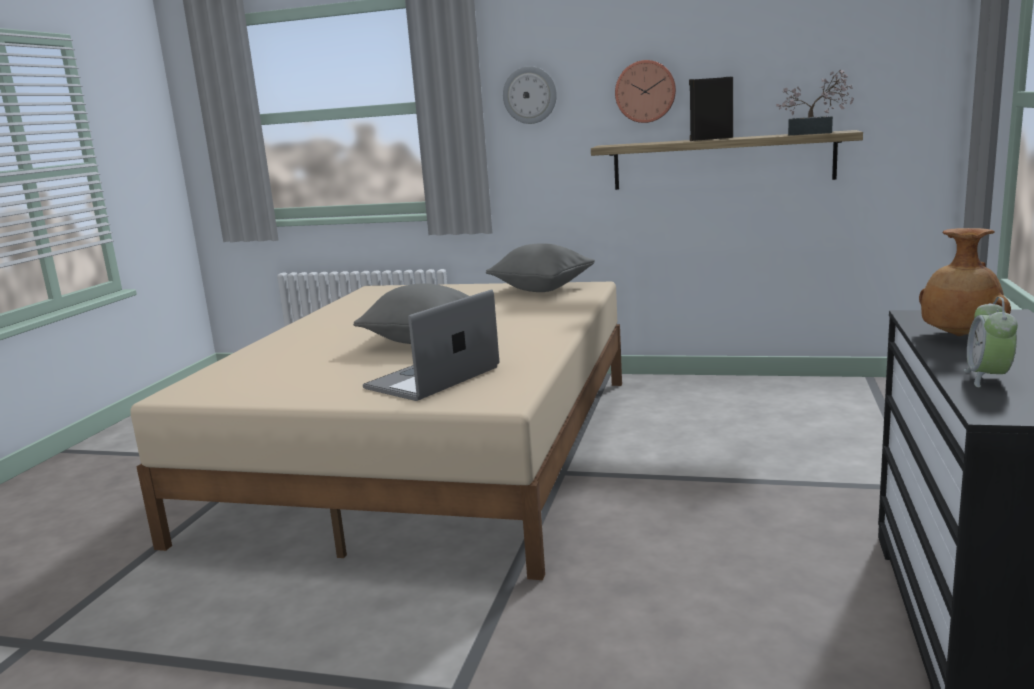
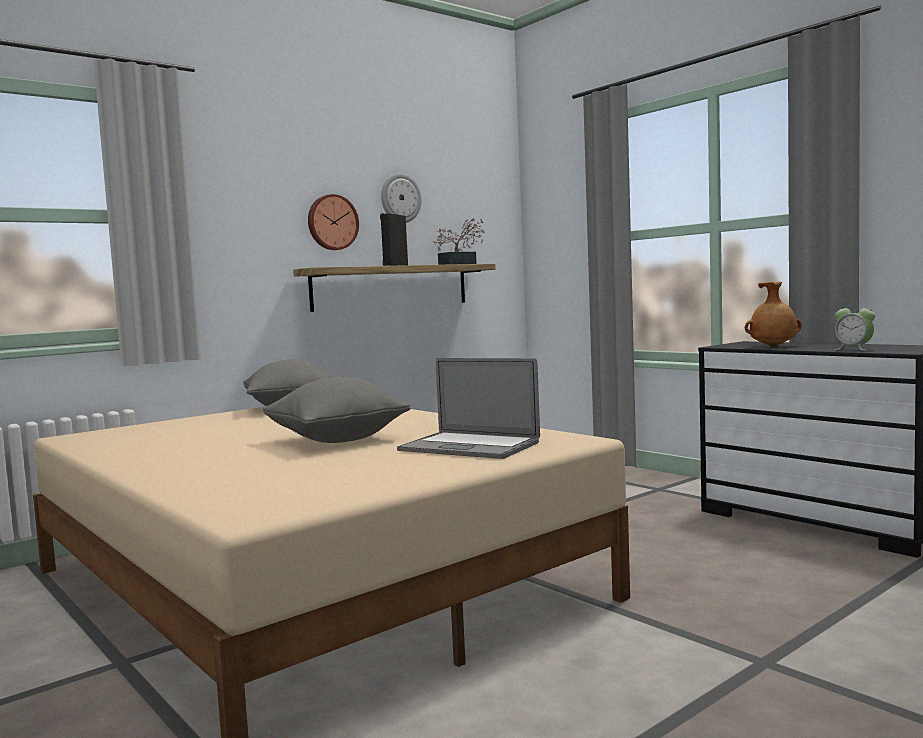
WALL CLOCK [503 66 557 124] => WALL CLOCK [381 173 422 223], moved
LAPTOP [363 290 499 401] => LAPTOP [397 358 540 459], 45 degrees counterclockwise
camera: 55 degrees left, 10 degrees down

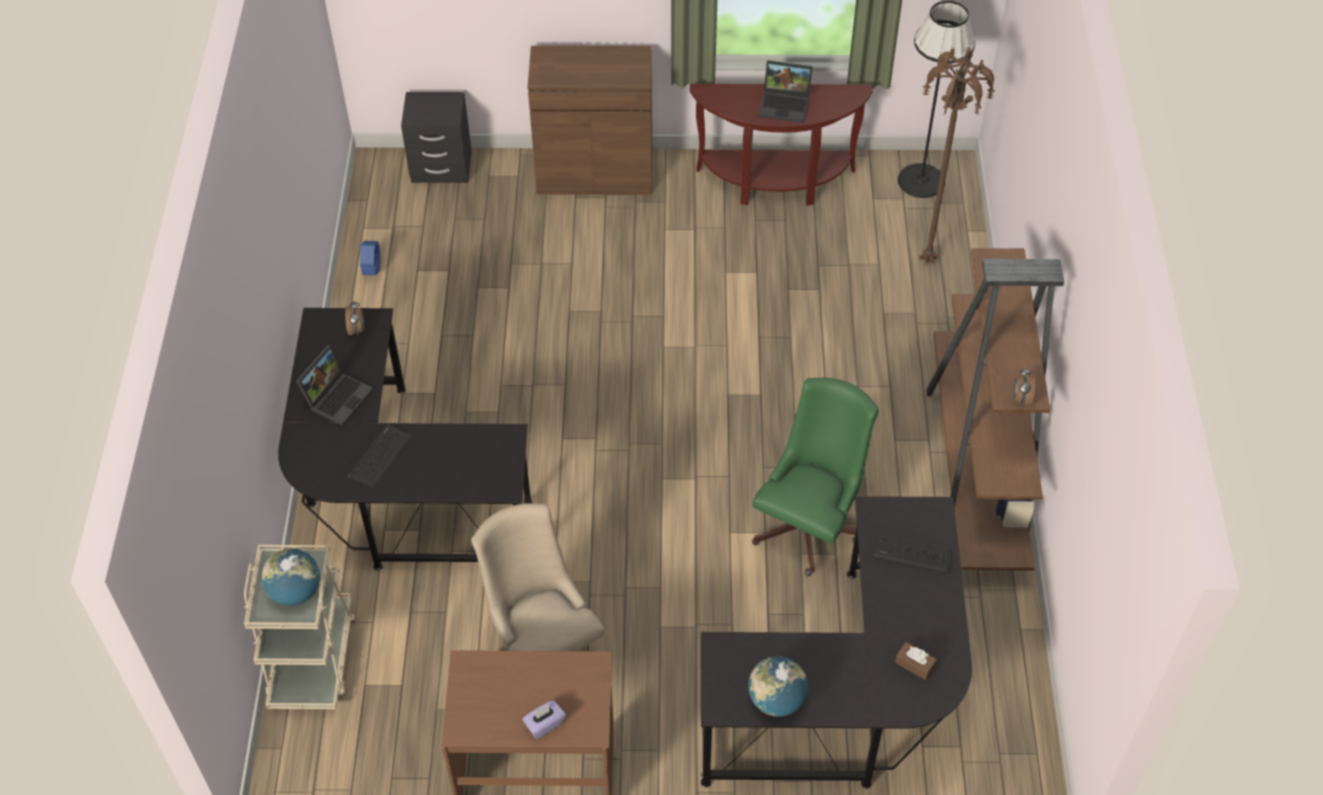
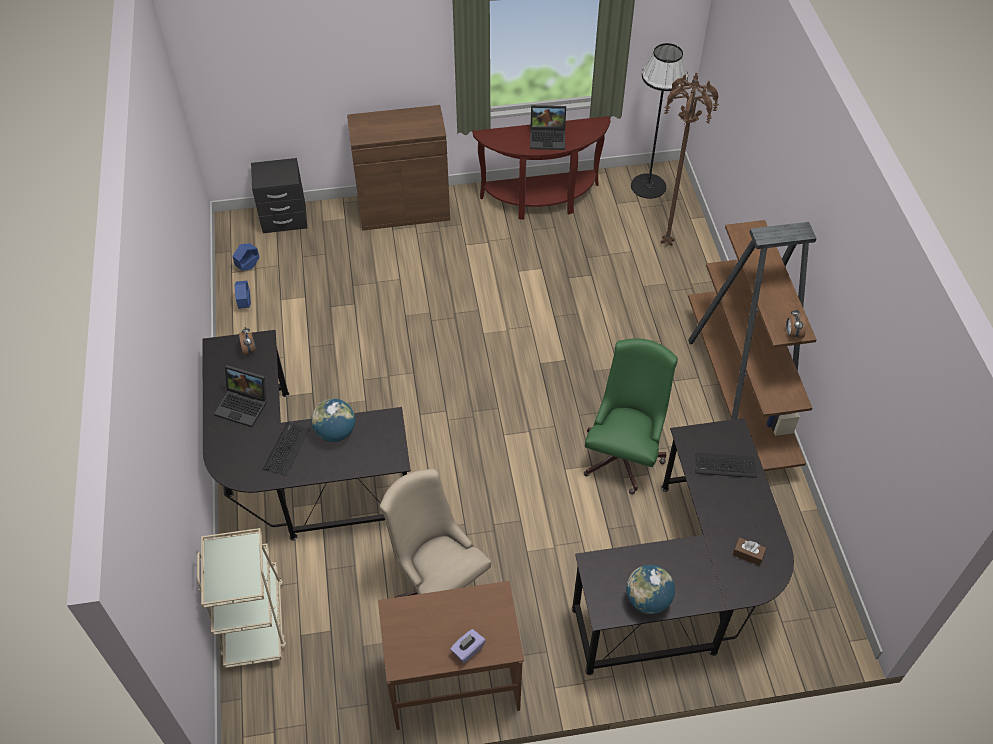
LAPTOP [296 345 374 426] => LAPTOP [214 365 267 427], 90 degrees clockwise
GLOBE [262 548 320 606] => GLOBE [311 399 355 442], moved
nothing => BLUE PLANTER [232 243 260 271]
camera: 10 degrees left, 0 degrees up

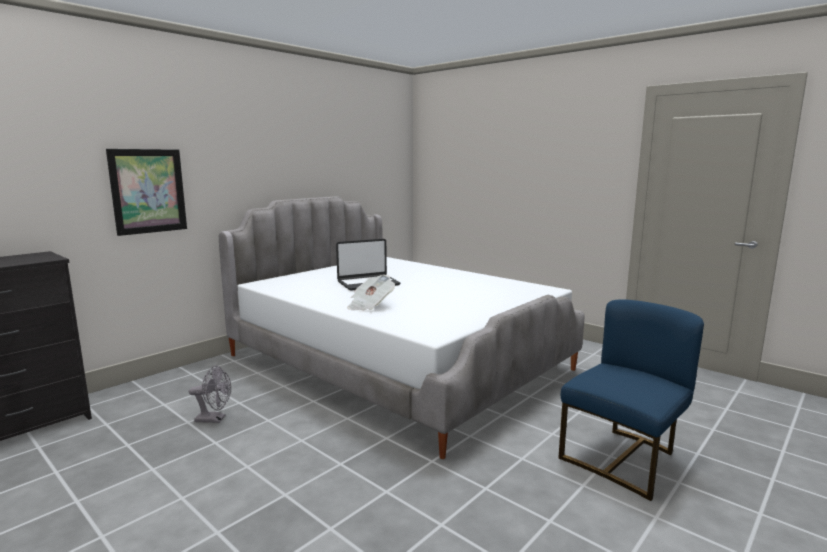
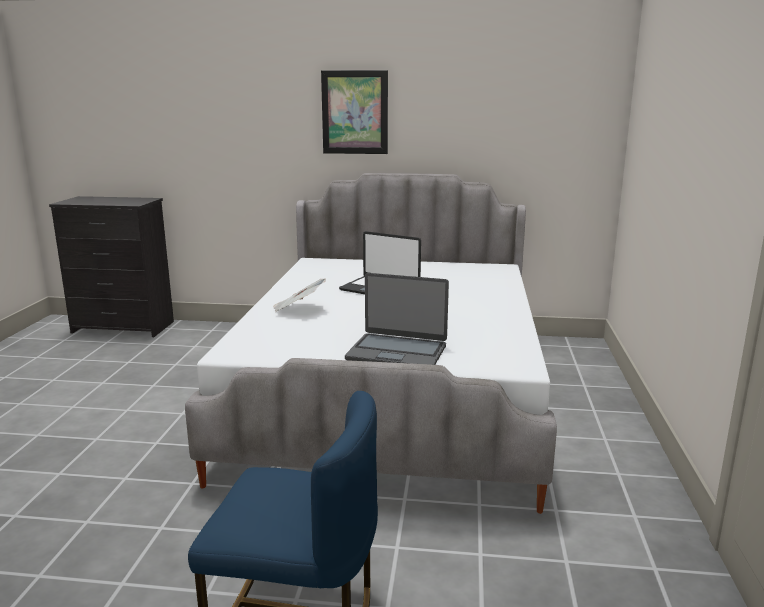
PICTURE [106 149 187 236] => PICTURE [321 70 388 154], moved
GREY FAN [189 366 231 423] => nothing
nothing => LAPTOP [345 273 449 365]
camera: 55 degrees right, 5 degrees up

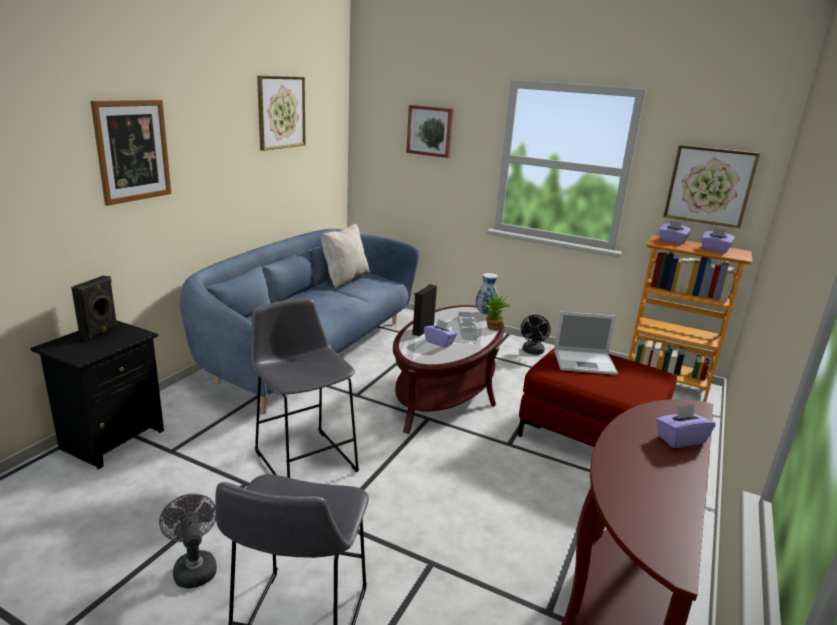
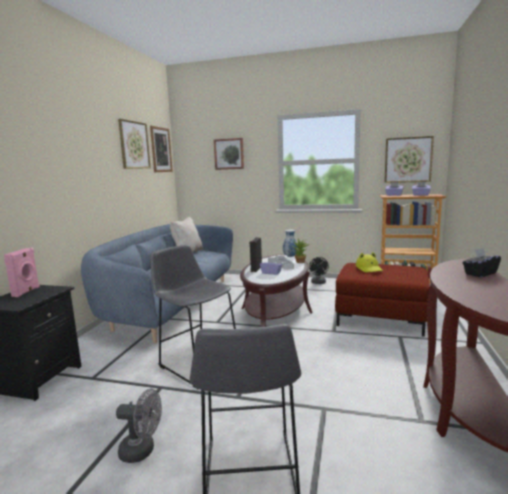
PICTURE [91 100 171 206] => PICTURE [150 126 173 172], moved
BLACK SPEAKER [71 276 118 341] => PINK SPEAKER [4 247 40 297]
LAPTOP [554 311 618 375] => YELLOW HAT [356 252 383 272]
PURPLE TISSUE BOX [656 404 715 448] => BLACK TISSUE BOX [463 248 501 277]
GREY FAN [159 493 217 588] => GREY FAN [116 389 162 463], 135 degrees clockwise
camera: 10 degrees left, 10 degrees down

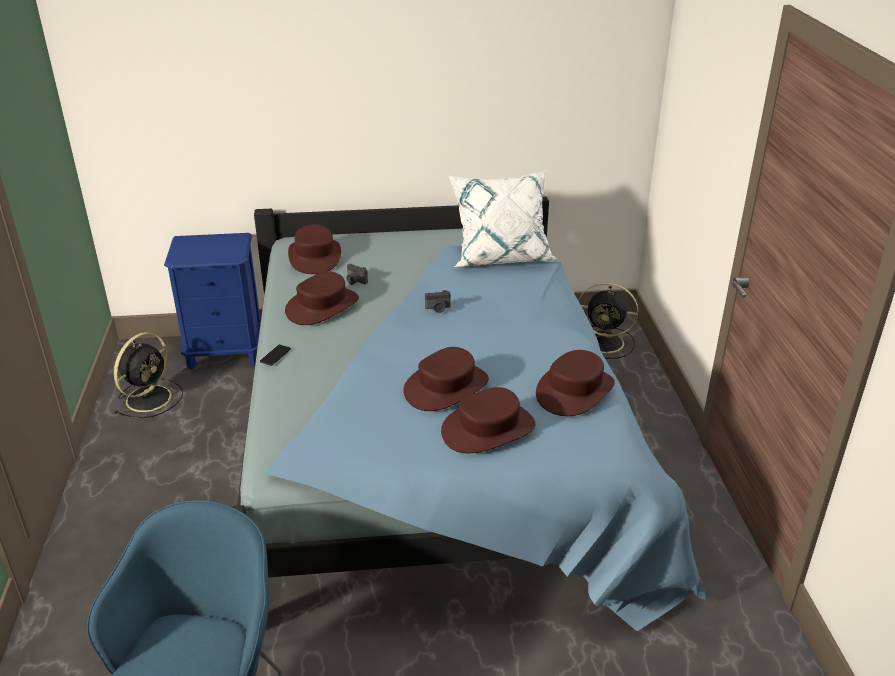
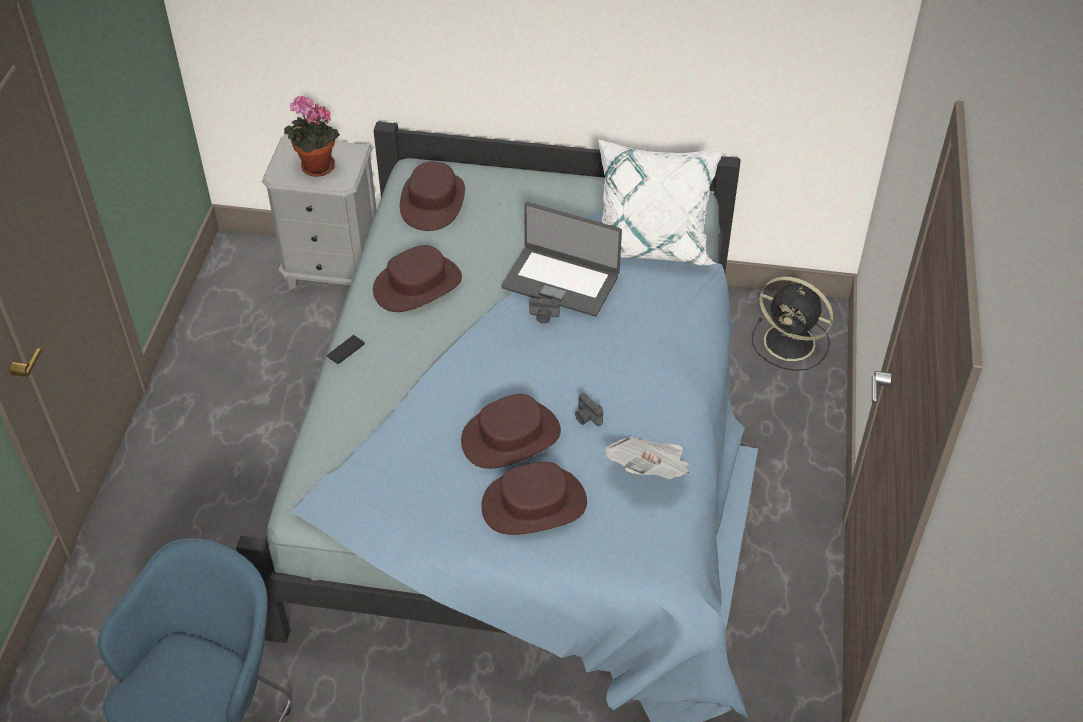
BLUE NIGHTSTAND [164 233 261 370] => GREY NIGHTSTAND [262 136 377 290]
PHOTO CAMERA [346 264 368 285] => PHOTO CAMERA [575 393 603 426], moved
BLACK FAN [114 332 183 418] => nothing
BROWN HAT [536 350 615 416] => NEWSPAPER [605 436 689 479]
nothing => POTTED PLANT [284 96 340 177]
nothing => LAPTOP [501 202 622 317]
camera: 15 degrees right, 15 degrees up

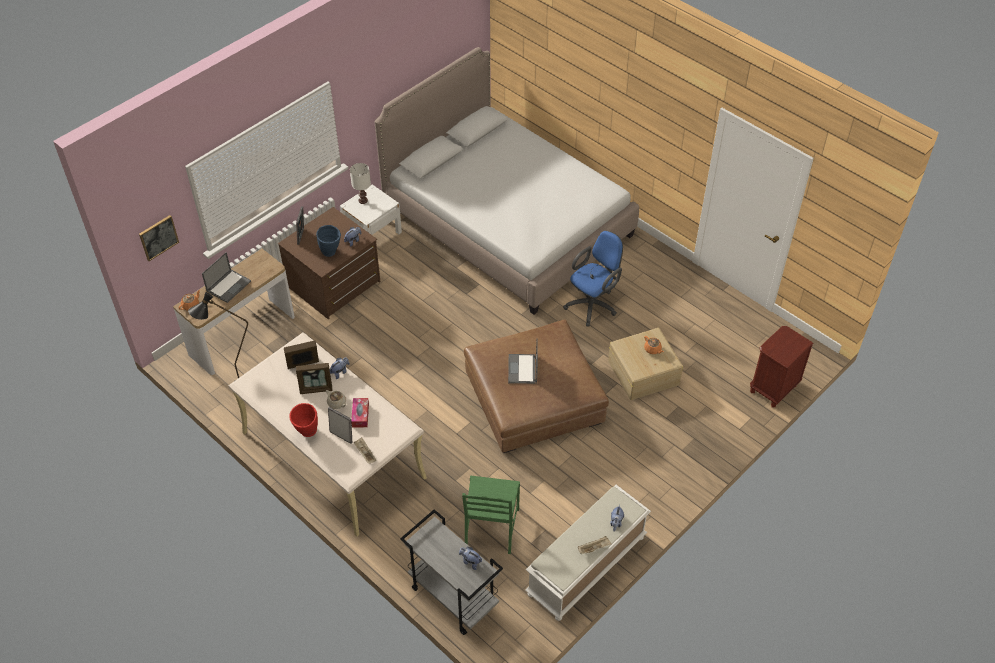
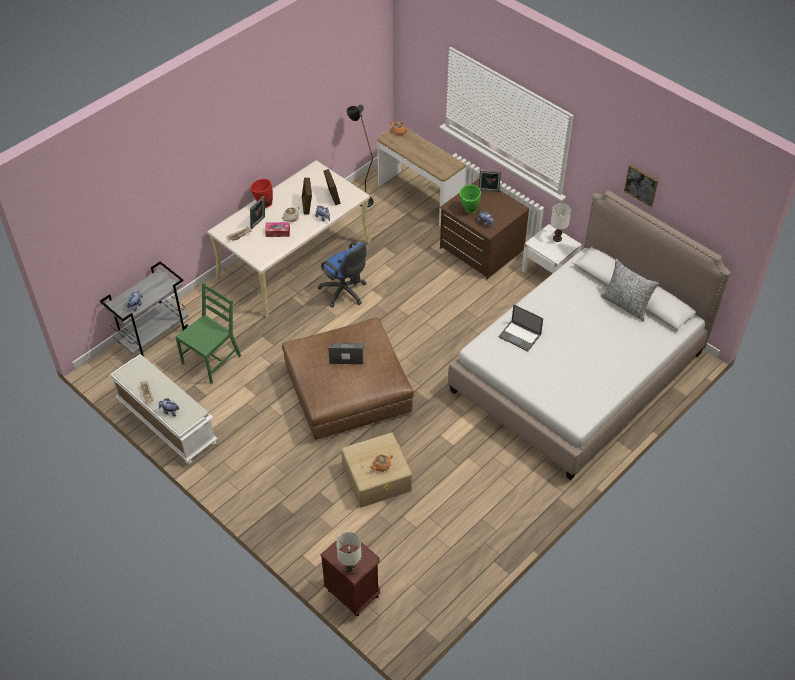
PICTURE [139 215 179 261] => PICTURE [624 165 658 207], moved
BLUE VASE [316 225 341 257] => GREEN VASE [460 184 481 213]
BLUE OFFICE CHAIR [563 231 623 327] => BLUE OFFICE CHAIR [318 242 367 308], moved
LAPTOP [202 252 251 303] => LAPTOP [499 305 543 352], moved
GREEN CHAIR [462 476 520 554] => GREEN CHAIR [176 282 241 384], 120 degrees clockwise
nothing => PILLOW [601 259 659 321]
nothing => WHITE TABLE LAMP [336 532 362 574]
camera: 90 degrees right, 0 degrees up

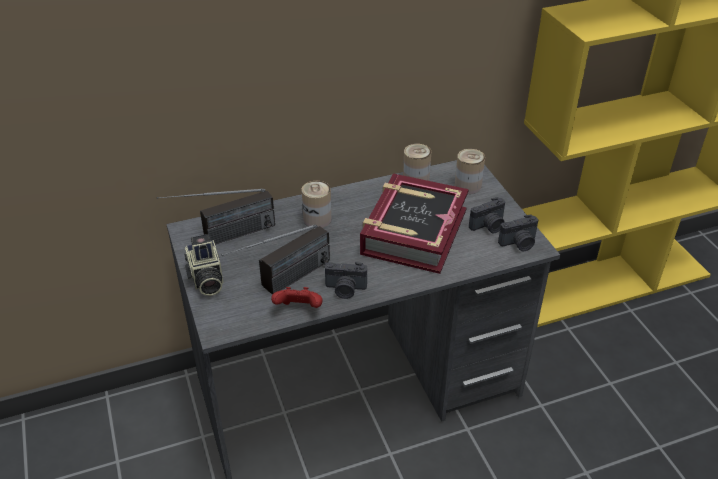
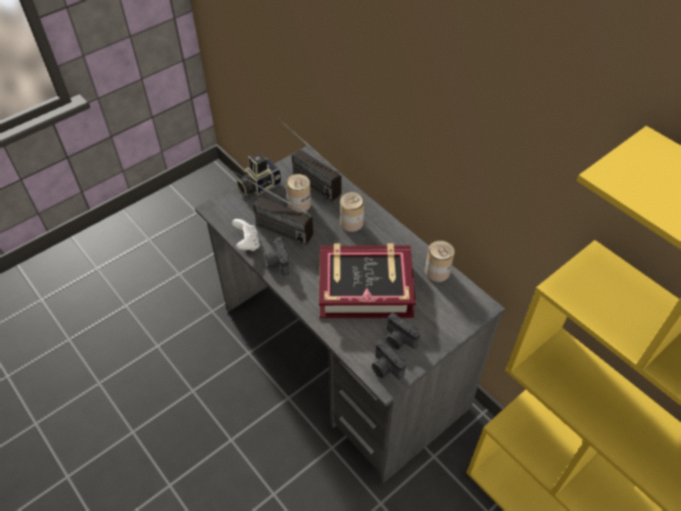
CAN [455 149 485 194] => CAN [286 174 311 213], moved
RED GAME CONTROLLER [271 287 322 308] => WHITE GAME CONTROLLER [232 219 260 251]
camera: 70 degrees right, 10 degrees up

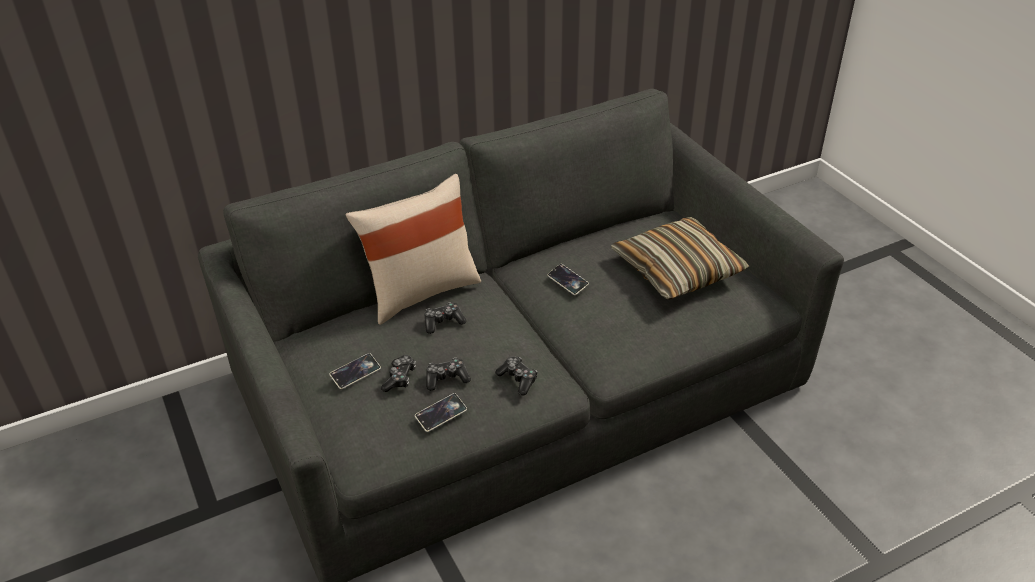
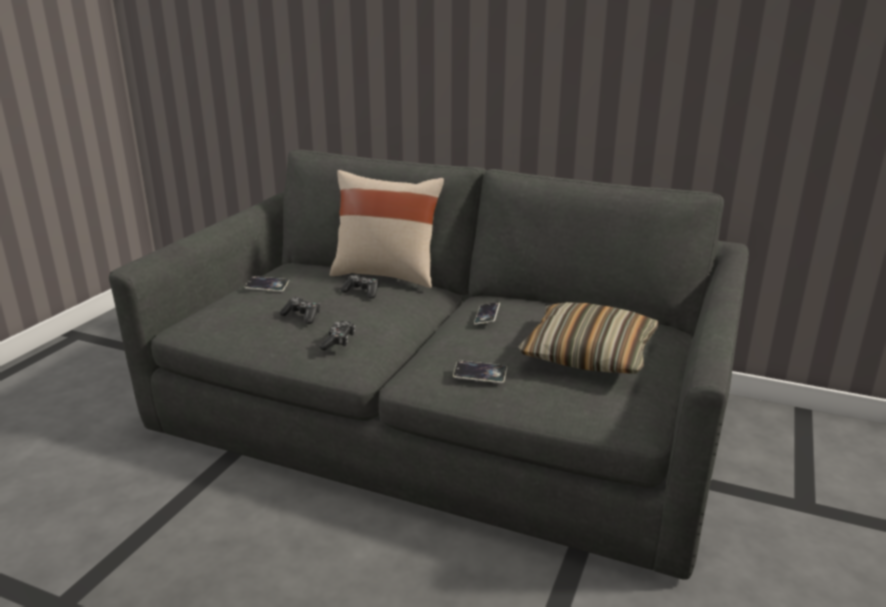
GAME CONTROLLER [381 355 416 392] => nothing
PHONE [415 393 467 432] => PHONE [453 360 507 383], moved
camera: 50 degrees right, 15 degrees down

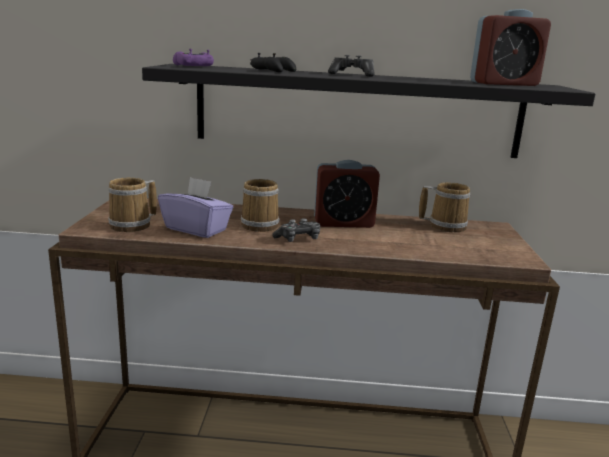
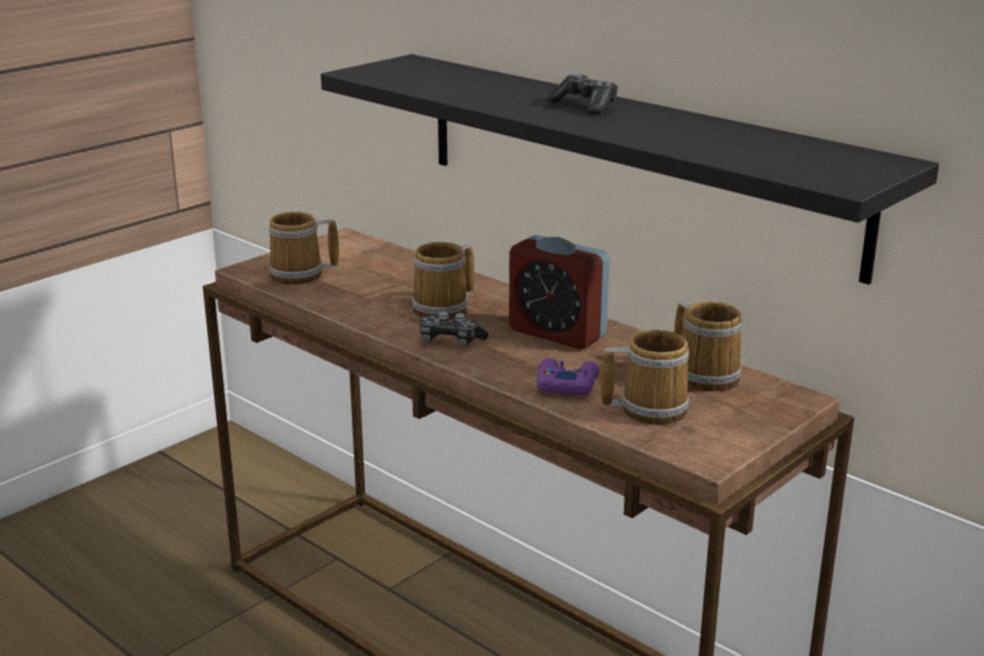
ALARM CLOCK [470 9 551 86] => nothing
PURPLE GAME CONTROLLER [173 49 214 66] => PURPLE GAME CONTROLLER [537 358 599 395], moved
BLACK GAME CONTROLLER [250 53 296 72] => nothing
PURPLE TISSUE BOX [158 177 233 238] => nothing
nothing => MUG [601 330 690 425]
camera: 40 degrees right, 5 degrees up

